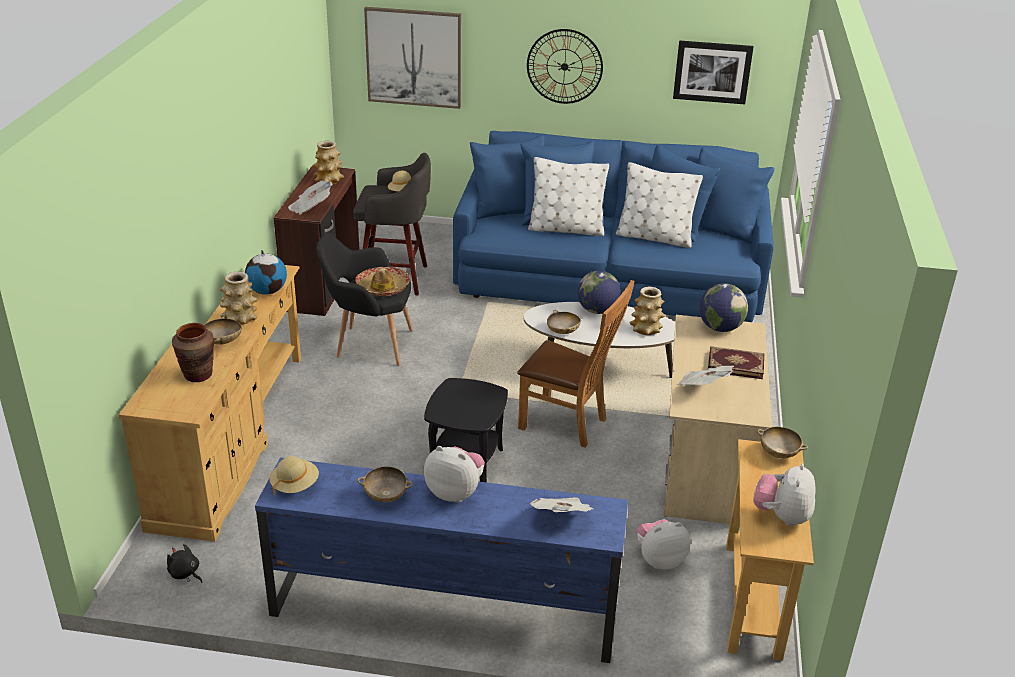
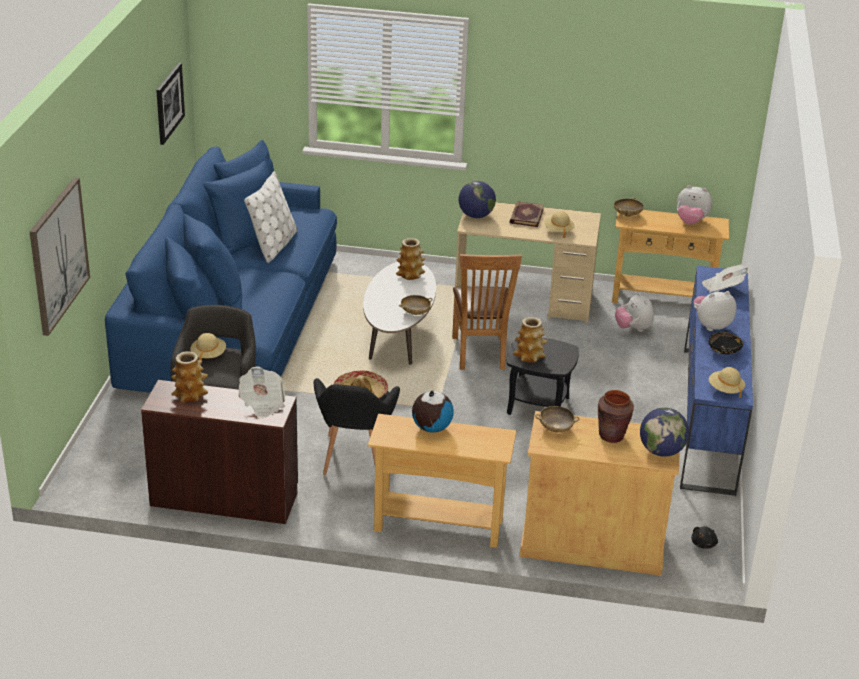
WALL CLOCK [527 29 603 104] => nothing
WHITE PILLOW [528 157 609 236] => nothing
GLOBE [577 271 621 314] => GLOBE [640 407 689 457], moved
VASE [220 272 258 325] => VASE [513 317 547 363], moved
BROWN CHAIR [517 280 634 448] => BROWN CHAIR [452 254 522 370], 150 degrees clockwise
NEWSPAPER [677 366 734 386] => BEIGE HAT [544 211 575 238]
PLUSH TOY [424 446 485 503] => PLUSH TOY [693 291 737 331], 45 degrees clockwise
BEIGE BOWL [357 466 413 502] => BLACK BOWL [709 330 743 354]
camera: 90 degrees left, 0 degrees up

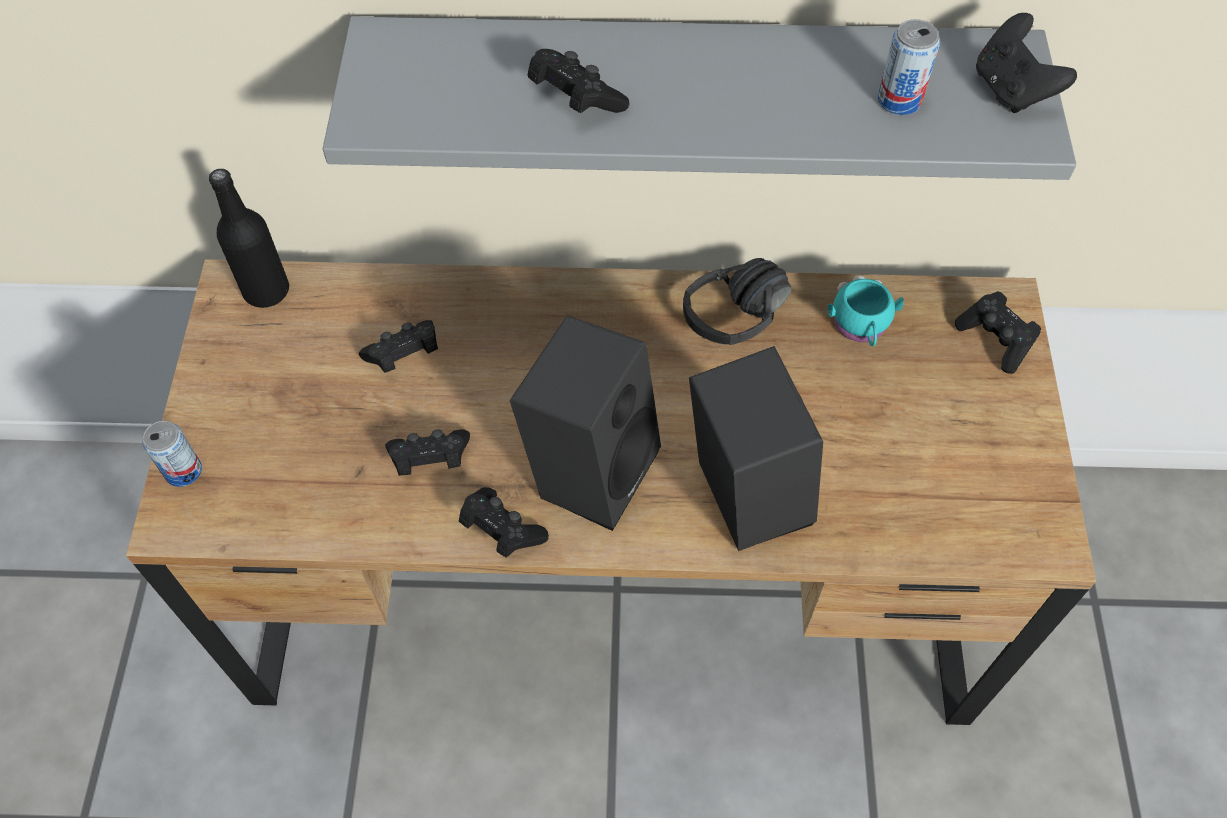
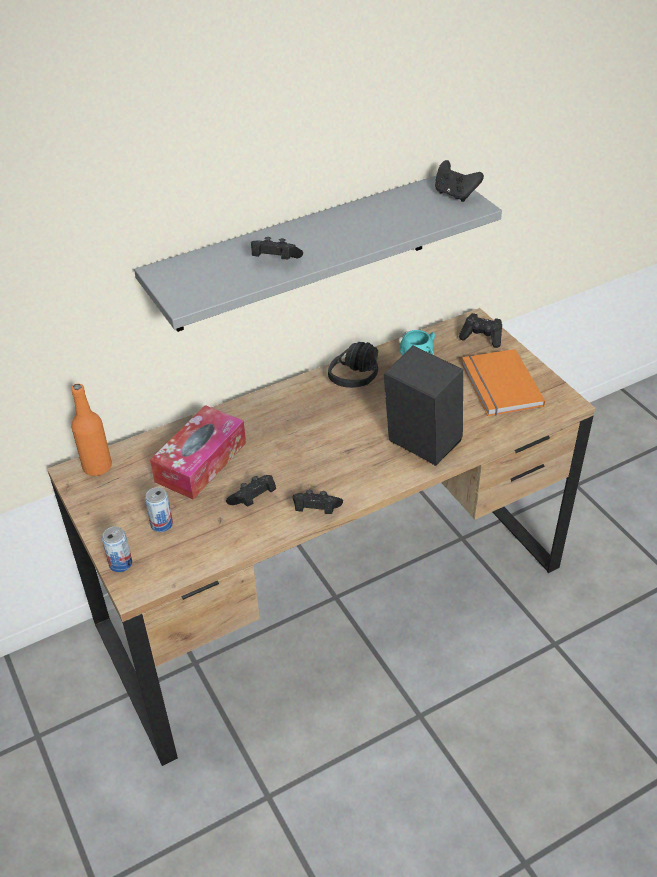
CAN [878 19 940 115] => CAN [145 487 173 532], moved
BLACK BOTTLE [209 169 289 308] => ORANGE BOTTLE [71 384 112 476]
BLACK SPEAKER [510 315 661 531] => nothing
BLACK GAME CONTROLLER [359 320 438 373] => TISSUE BOX [150 405 246 500]
nothing => ORANGE BOOK [462 349 545 416]
camera: 30 degrees left, 15 degrees down

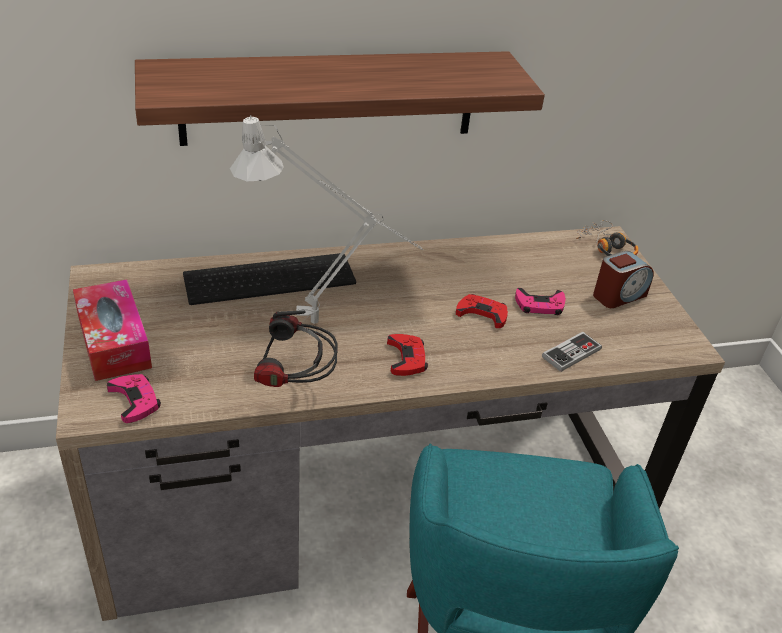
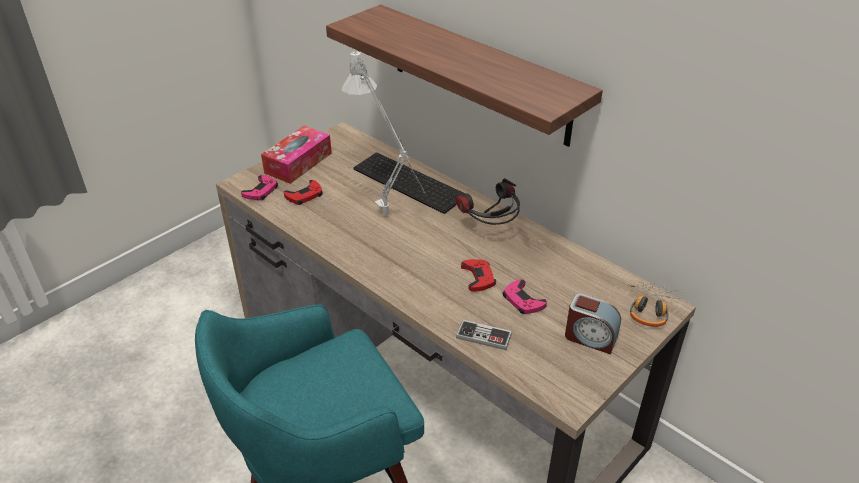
HEADPHONES [254 310 338 387] => HEADPHONES [456 178 520 225], moved
RED GAME CONTROLLER [387 334 428 376] => RED GAME CONTROLLER [284 180 323 205], moved
camera: 60 degrees right, 0 degrees up

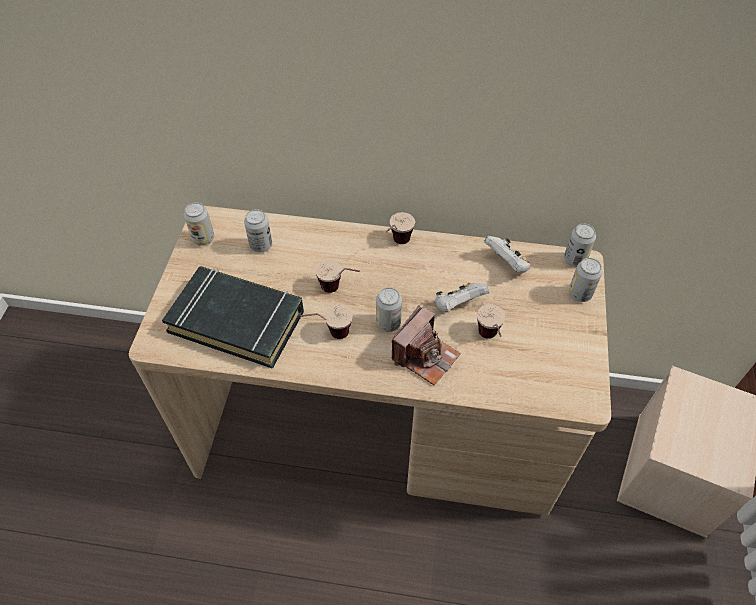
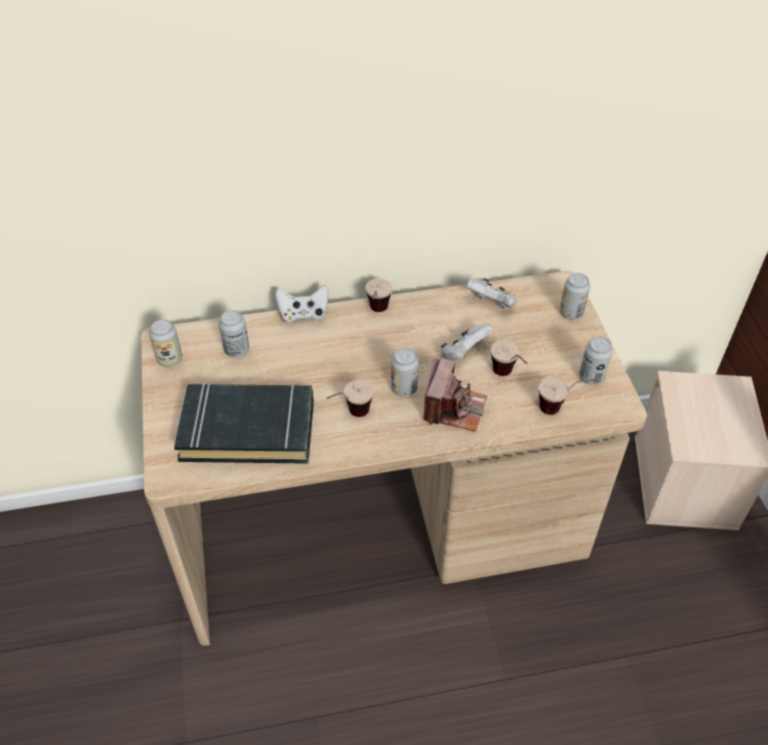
CAN [564 223 596 267] => CAN [579 337 613 385], moved
CUP [315 260 360 293] => CUP [539 378 598 415], moved
nothing => WHITE GAME CONTROLLER [275 285 328 323]
camera: 20 degrees left, 5 degrees down

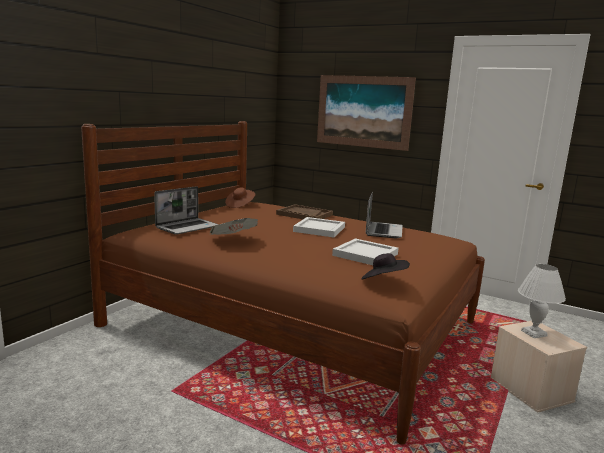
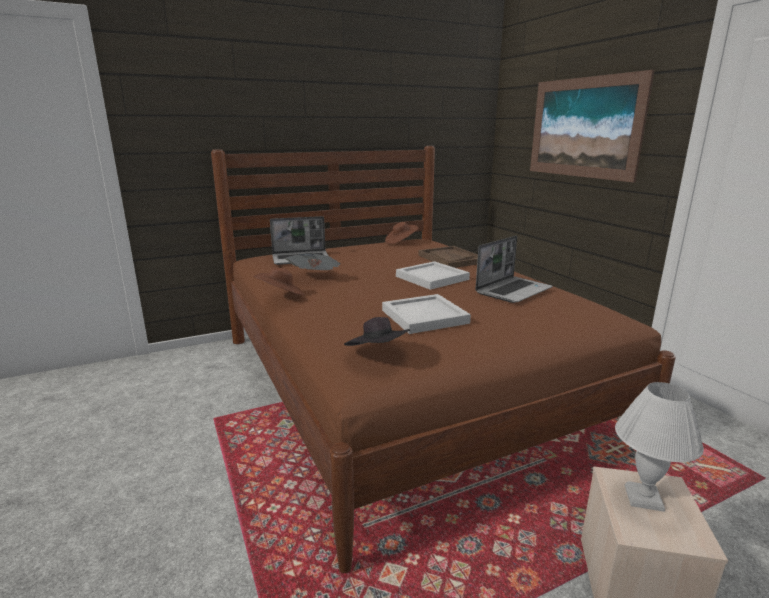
nothing => BROWN HAT [254 267 305 295]
camera: 35 degrees right, 5 degrees up

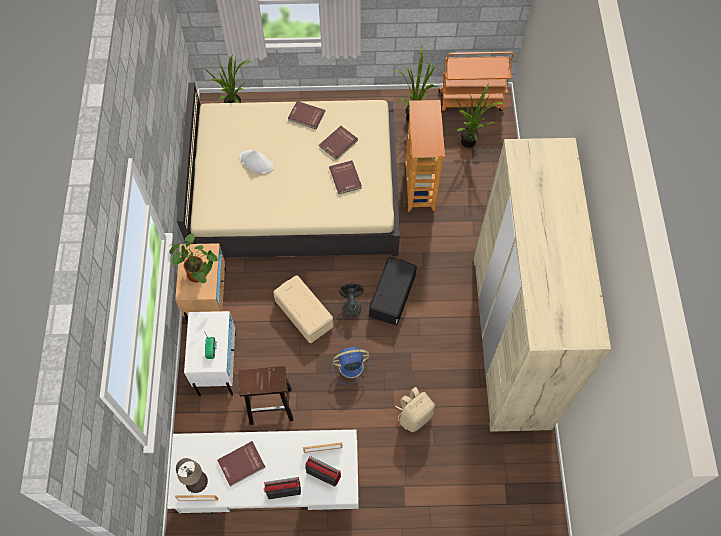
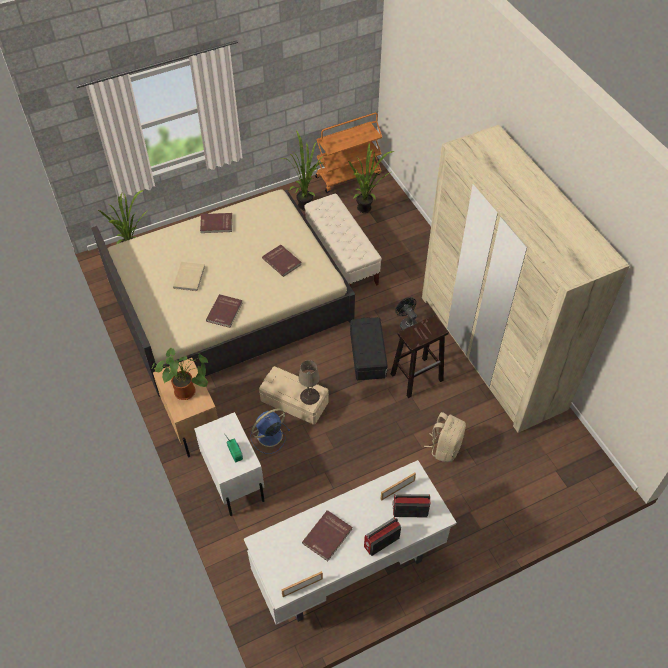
BOOKCASE [405 100 445 212] => BEIGE BENCH [304 194 382 287]
RED BOOK [319 126 358 160] => RED BOOK [206 294 243 328], moved
WHITE HAT [240 150 274 174] => BEIGE BOOK [173 262 205 291]
BLACK FAN [339 283 364 317] => BLACK FAN [395 297 417 330], moved
BLUE FAN [332 347 371 385] => BLUE FAN [250 408 290 454], moved
BROWN STOOL [239 366 294 425] => BROWN STOOL [391 315 449 398], moved
BEIGE TABLE LAMP [176 458 208 493] => BEIGE TABLE LAMP [299 360 320 405], moved
camera: 25 degrees left, 10 degrees down

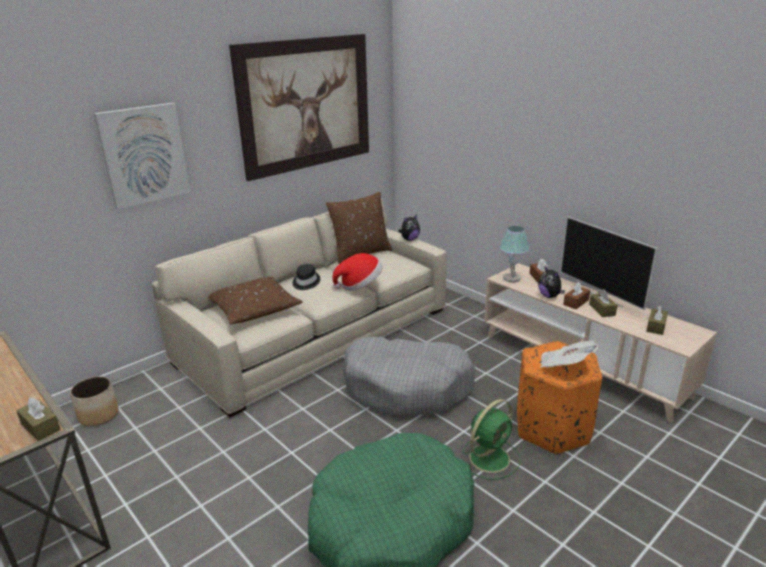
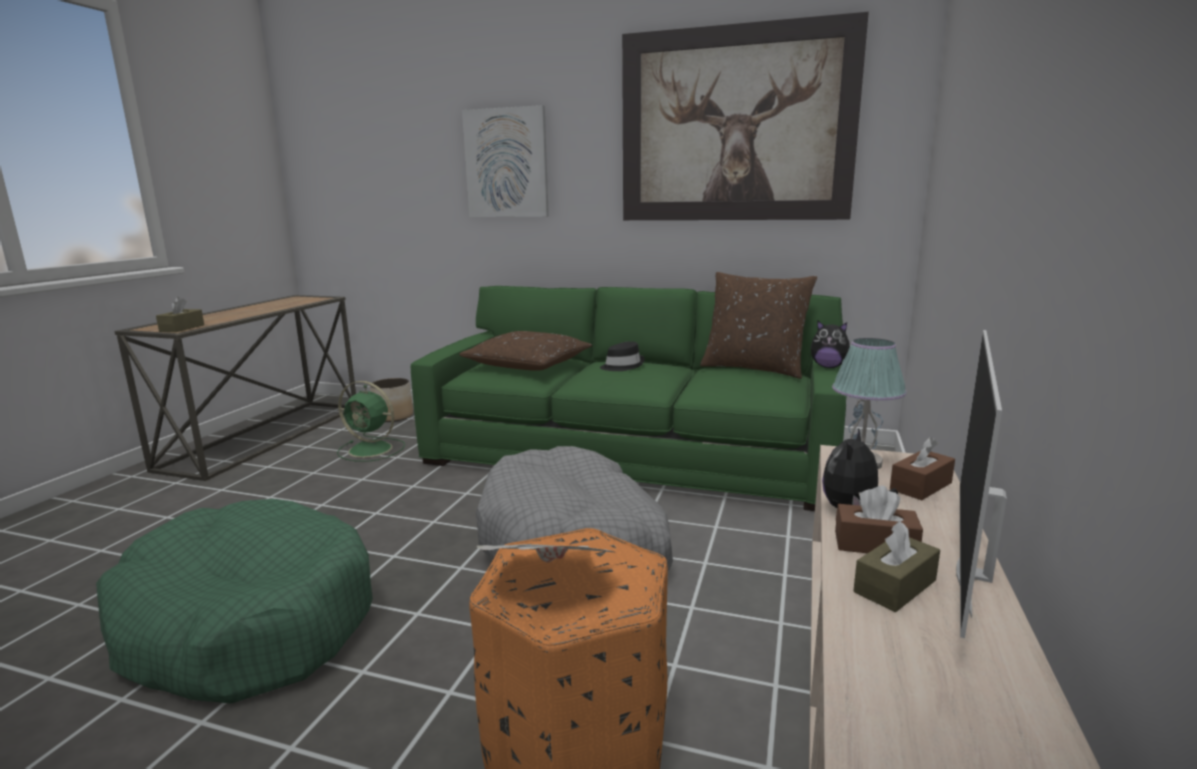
BEIGE SOFA [151 199 447 417] => GREEN SOFA [411 286 846 511]
HAT [332 253 382 291] => nothing
BROWN TISSUE BOX [646 305 668 335] => nothing
GREEN FAN [463 399 521 479] => GREEN FAN [337 381 405 462], moved
camera: 60 degrees right, 10 degrees down

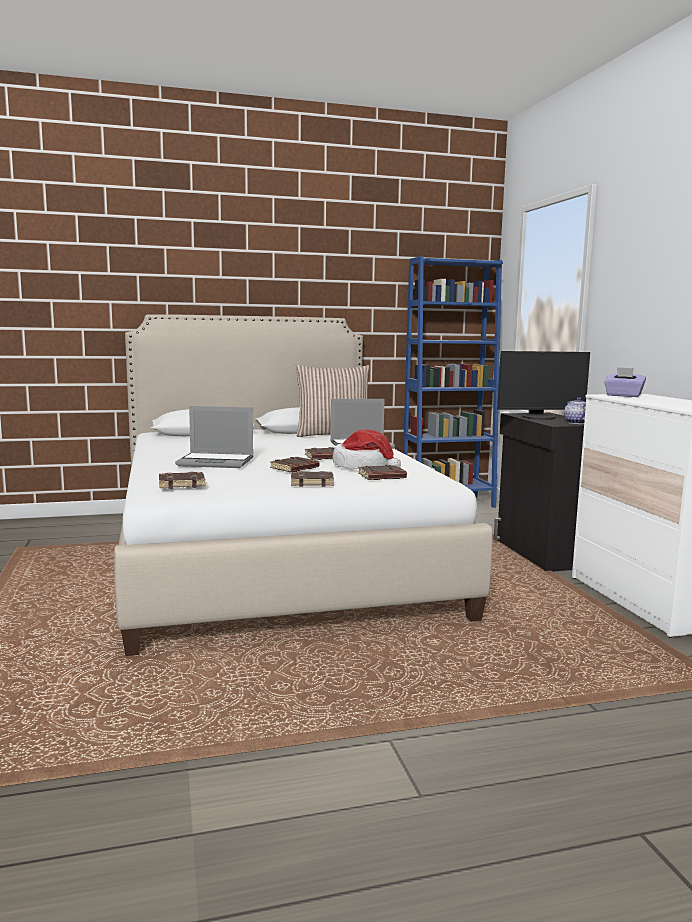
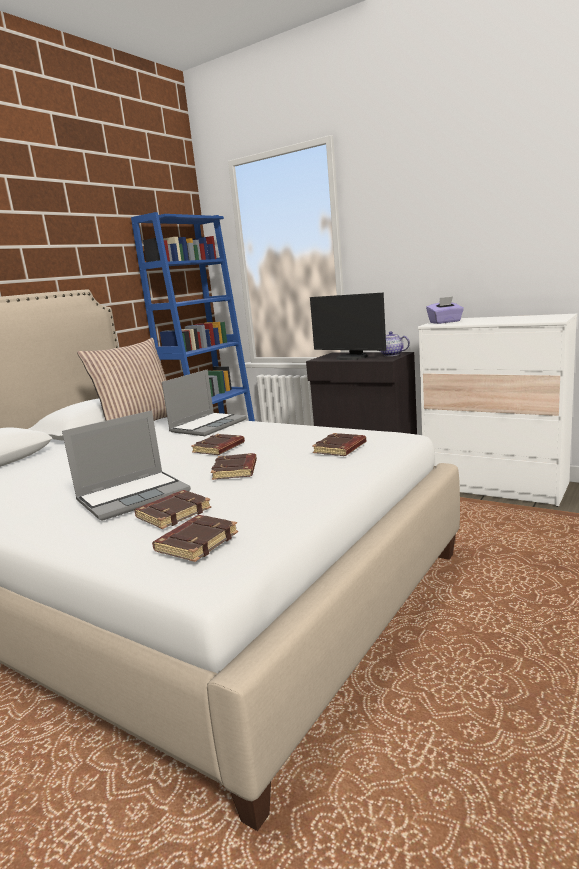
MONITOR [497 351 590 420] => MONITOR [310 293 386 360], 90 degrees clockwise
HAT [332 429 401 469] => nothing
BROWN BOOK [291 471 334 487] => BROWN BOOK [134 490 211 529], moved
camera: 40 degrees left, 5 degrees up

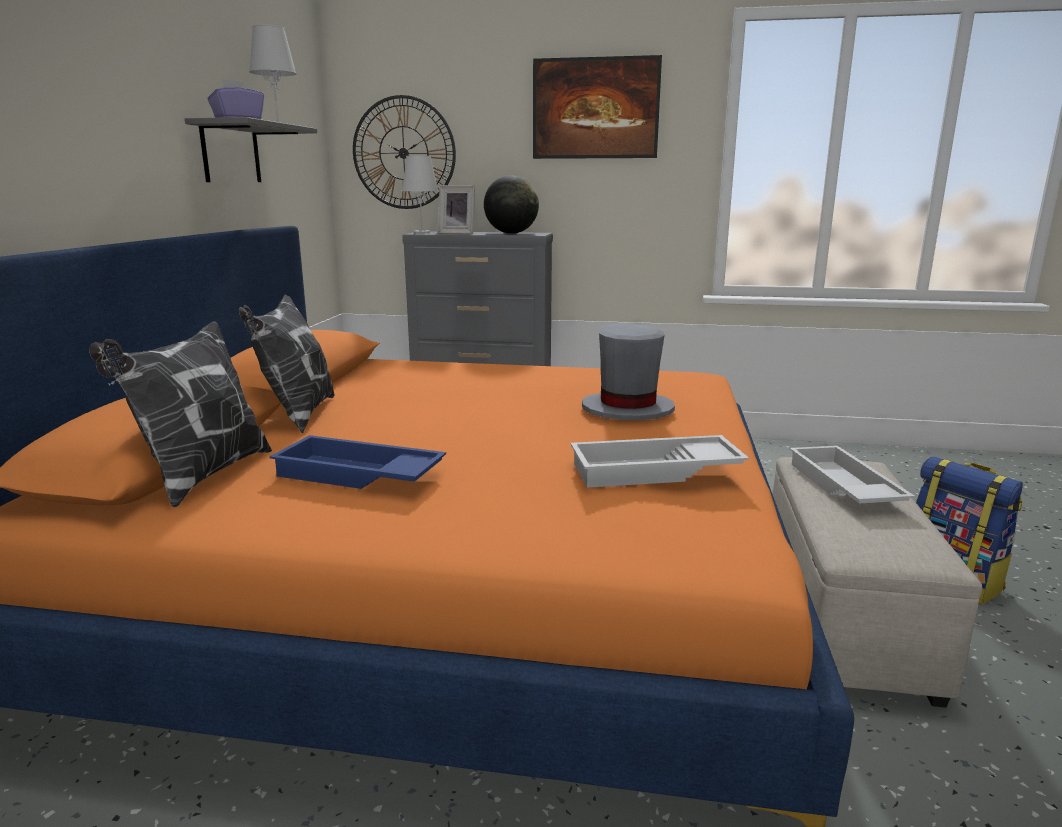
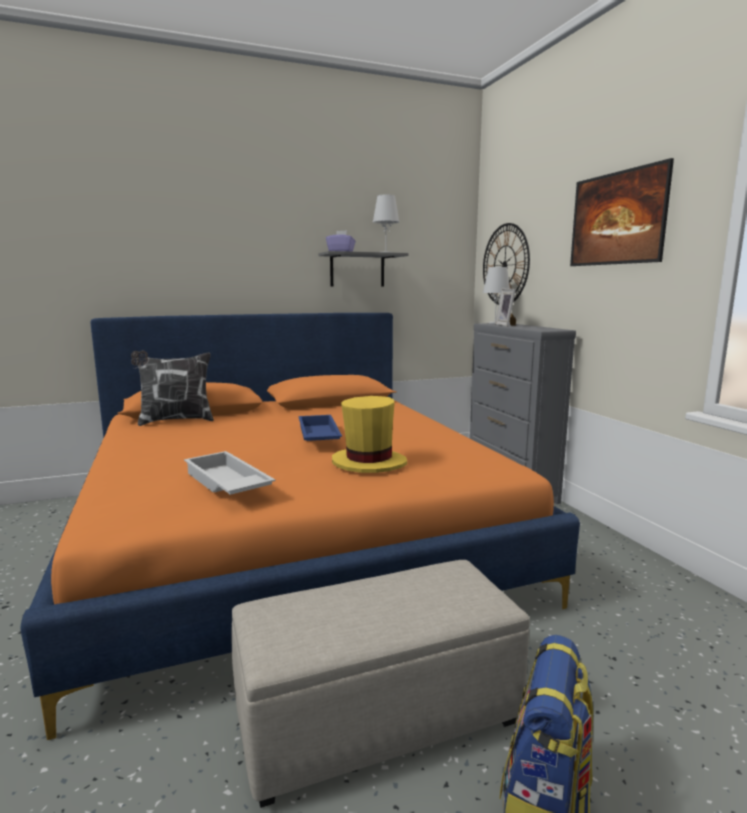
GLOBE [484 175 539 234] => nothing
PILLOW [239 294 335 433] => nothing
GREY HAT [582 324 675 420] => YELLOW HAT [332 396 407 473]
BLUE TRAY [269 435 446 489] => BLUE TRAY [298 415 342 441], moved
WHITE TRAY [790 446 915 504] => nothing
camera: 60 degrees right, 5 degrees down

